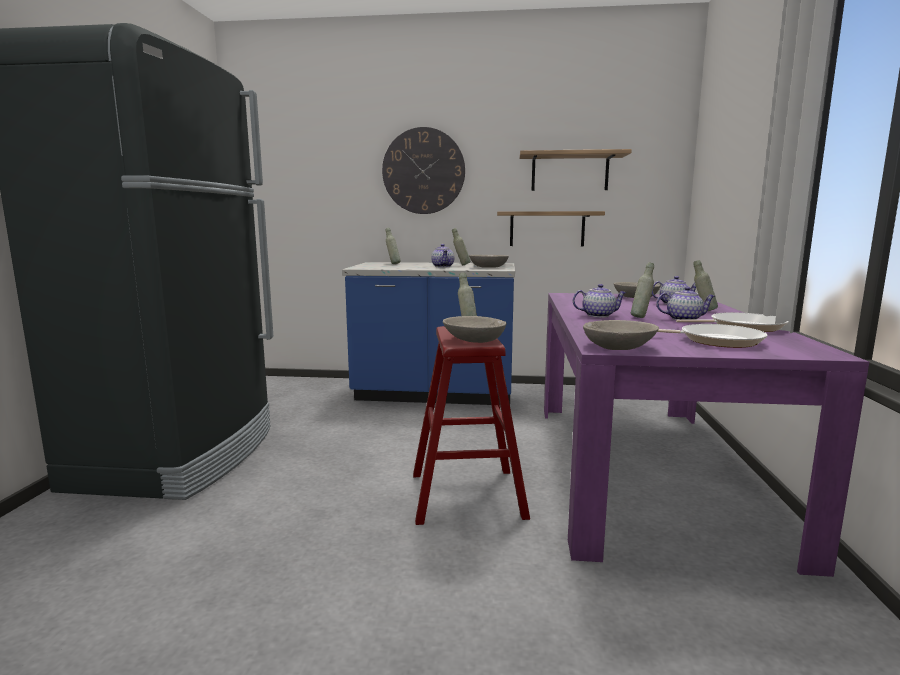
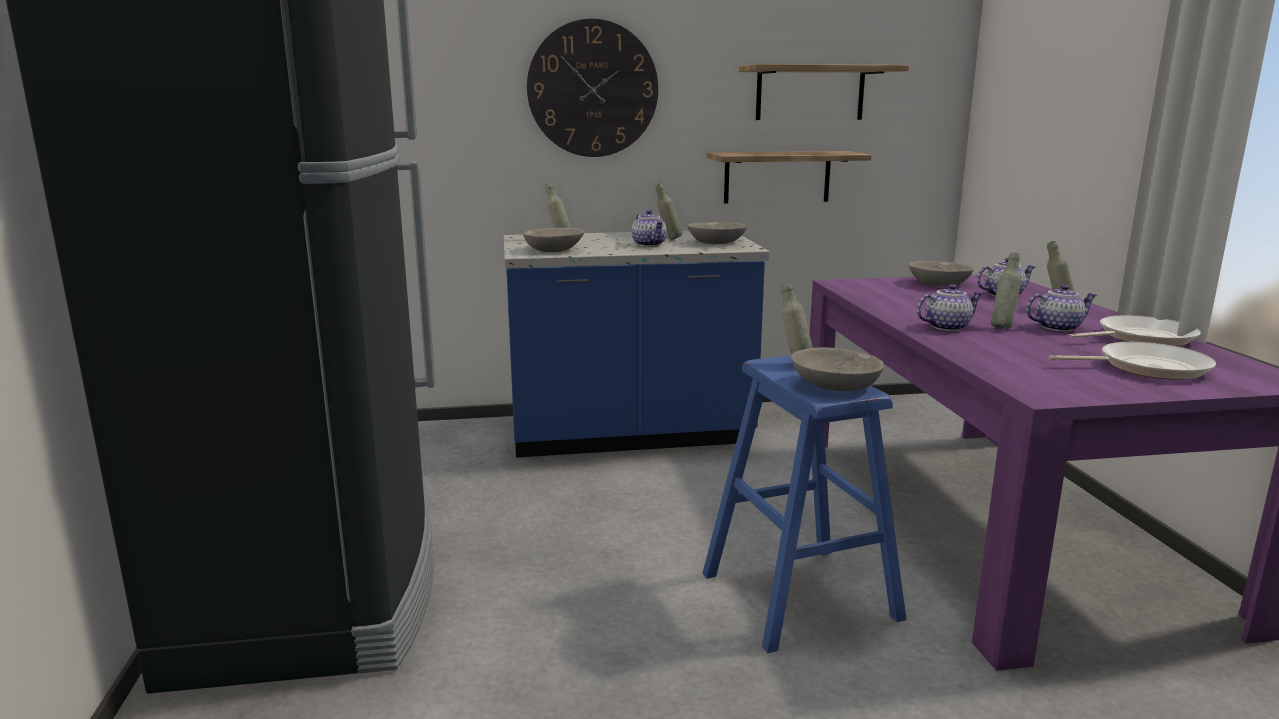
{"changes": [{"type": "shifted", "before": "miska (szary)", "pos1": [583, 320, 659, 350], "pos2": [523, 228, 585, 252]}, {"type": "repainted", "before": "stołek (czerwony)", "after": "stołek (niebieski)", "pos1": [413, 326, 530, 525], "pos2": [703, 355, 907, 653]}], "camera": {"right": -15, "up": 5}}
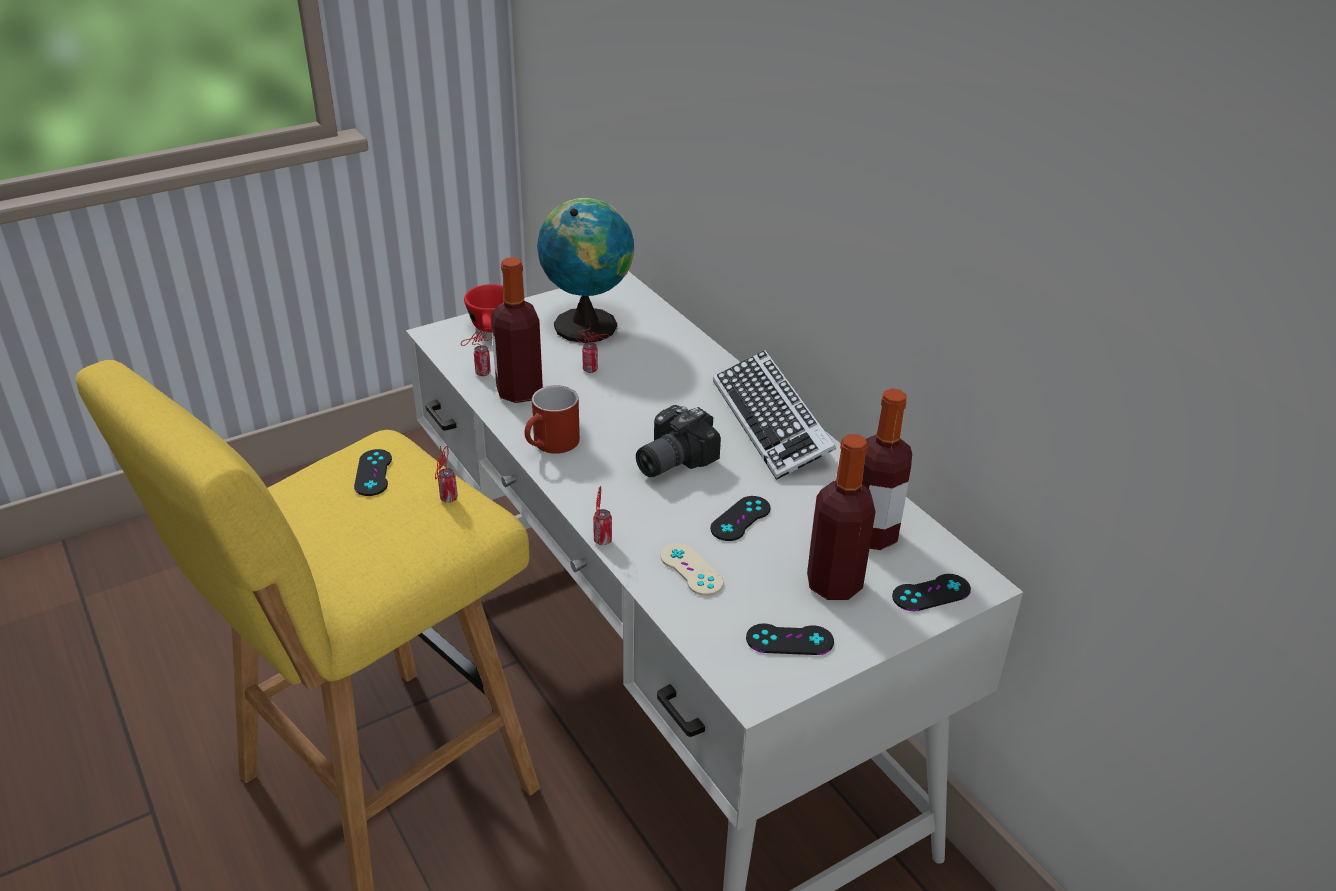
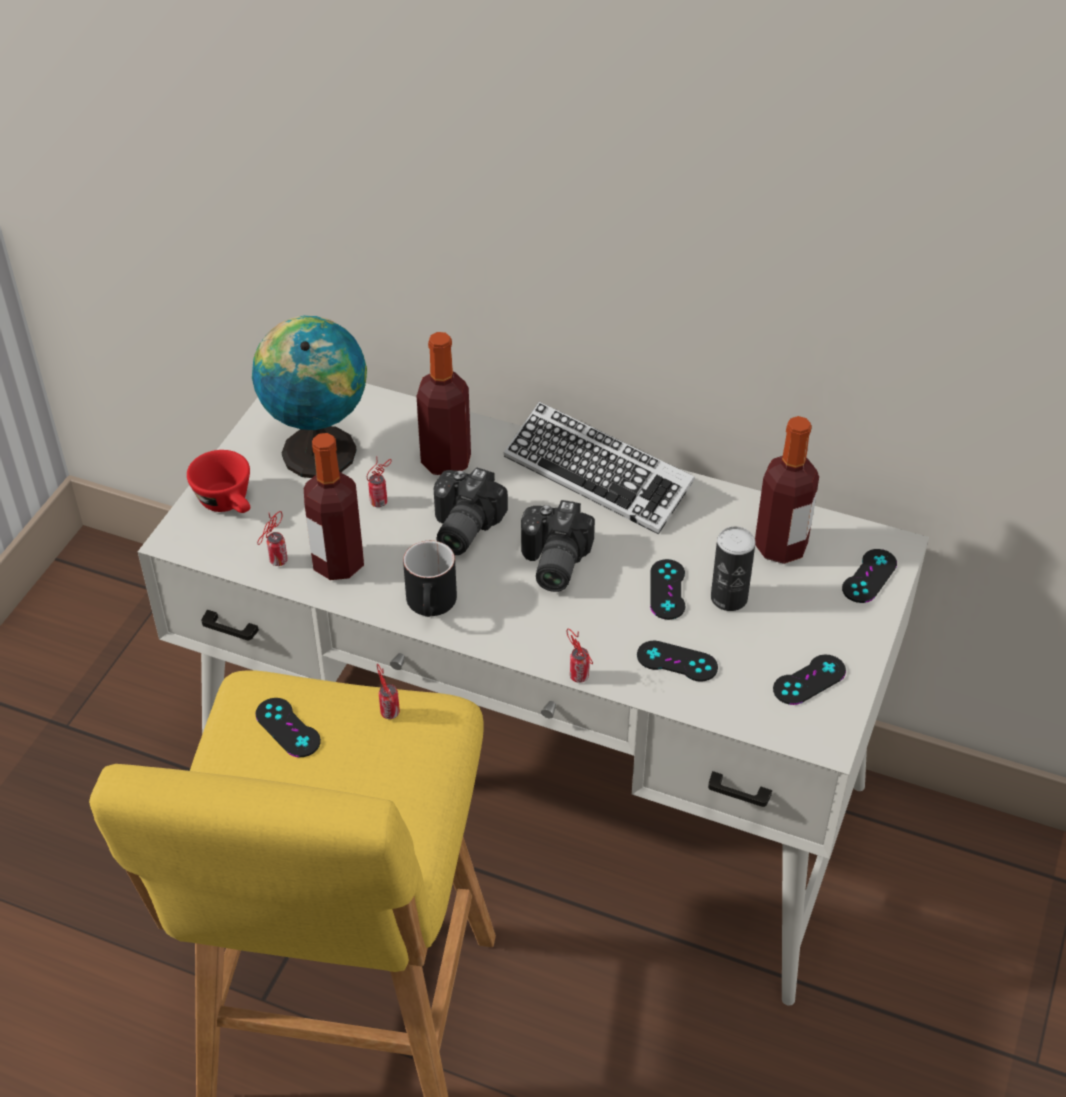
{"changes": [{"type": "new", "after": "aparat fotograficzny", "pos2": [434, 468, 508, 555]}, {"type": "new", "after": "puszka", "pos2": [711, 526, 756, 611]}, {"type": "shifted", "before": "butelka", "pos1": [807, 434, 875, 600], "pos2": [416, 332, 471, 475]}, {"type": "repainted", "before": "kubek (czerwony)", "after": "kubek (czarny)", "pos1": [524, 385, 580, 454], "pos2": [403, 541, 457, 617]}, {"type": "repainted", "before": "pad do gier (beżowy)", "after": "pad do gier (czarny)", "pos1": [661, 543, 724, 596], "pos2": [637, 640, 718, 682]}], "camera": {"right": -35, "up": 10}}
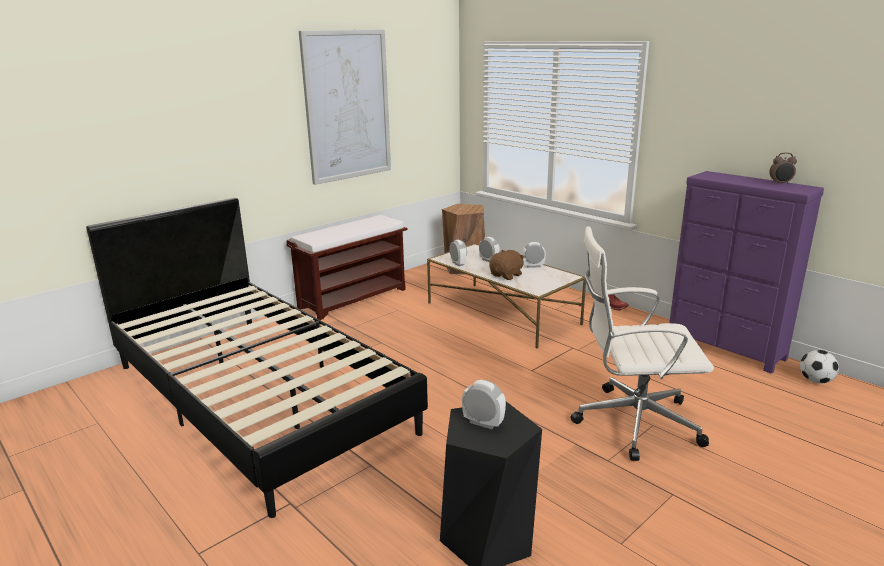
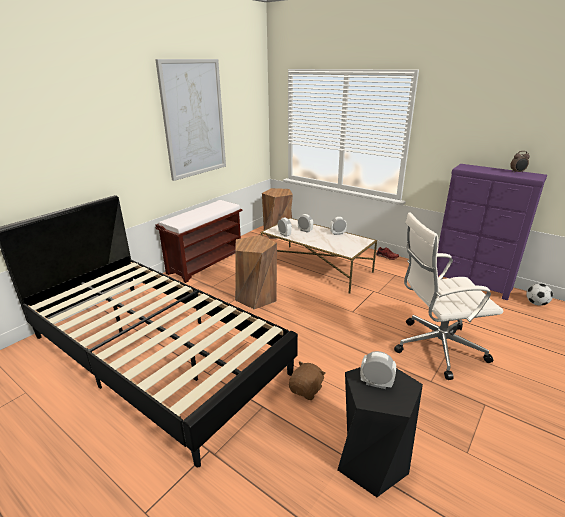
{"changes": [{"type": "new", "after": "stołek (brązowy)", "pos2": [235, 235, 277, 309]}, {"type": "shifted", "before": "pluszak (brązowy)", "pos1": [489, 250, 525, 280], "pos2": [289, 361, 326, 400]}], "camera": {"right": -10, "up": 5}}
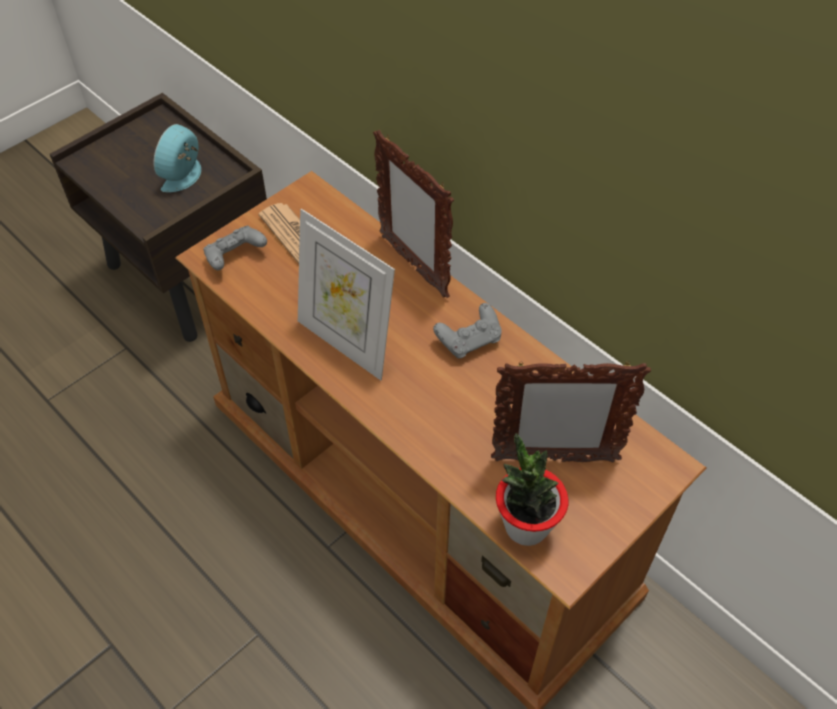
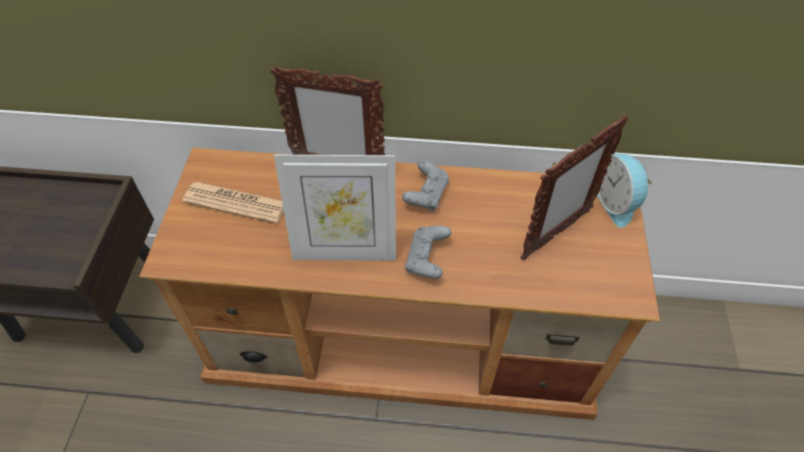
{"changes": [{"type": "gone", "before": "roślina doniczkowa", "pos1": [496, 433, 568, 546]}, {"type": "shifted", "before": "budzik", "pos1": [154, 124, 201, 192], "pos2": [597, 154, 652, 228]}, {"type": "shifted", "before": "pad do gier (szary)", "pos1": [203, 226, 267, 270], "pos2": [405, 226, 451, 279]}], "camera": {"right": -40, "up": 0}}
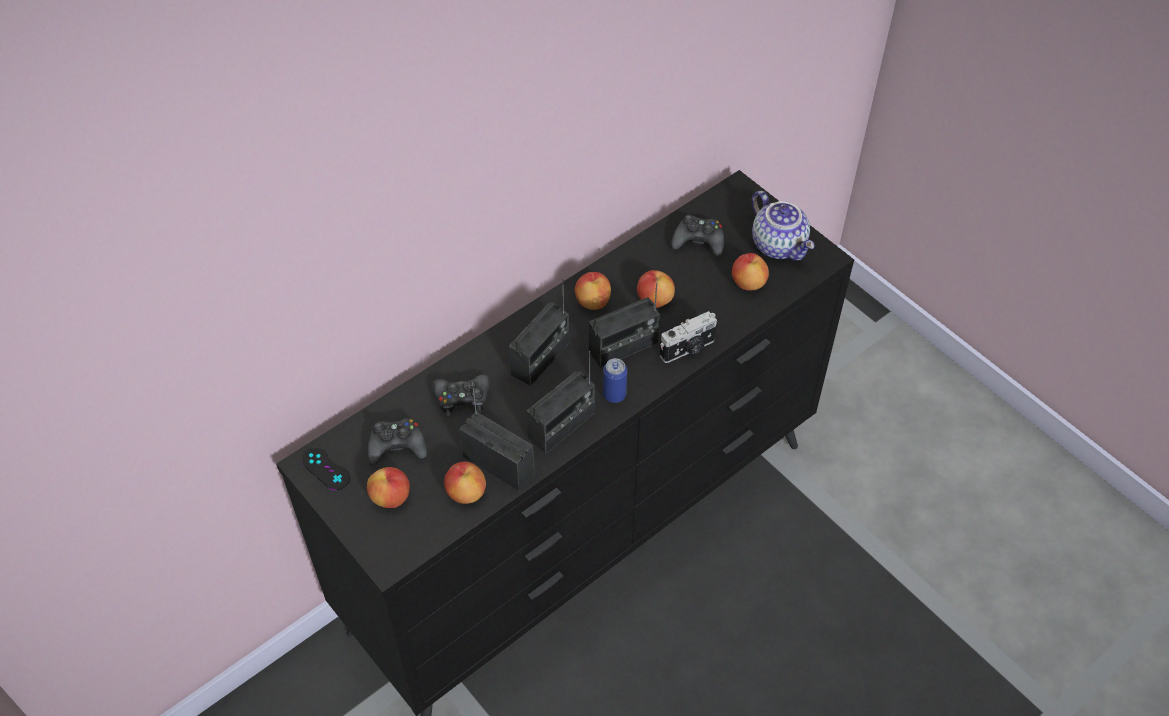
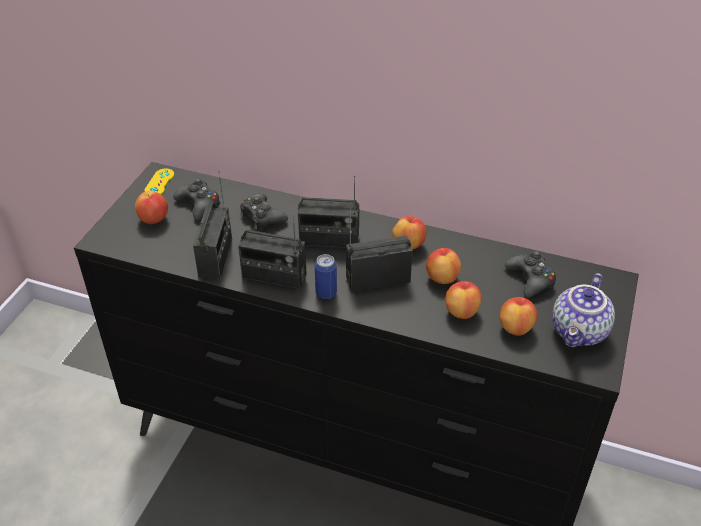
{"changes": [{"type": "gone", "before": "aparat fotograficzny", "pos1": [660, 311, 717, 363]}, {"type": "shifted", "before": "jabłko", "pos1": [444, 462, 486, 504], "pos2": [446, 281, 482, 319]}, {"type": "repainted", "before": "pad do gier (czarny)", "after": "pad do gier (żółty)", "pos1": [302, 448, 350, 490], "pos2": [144, 168, 174, 194]}, {"type": "rotated", "before": "radio", "pos1": [589, 278, 660, 368], "pos2": [346, 207, 413, 292], "turn": 135}], "camera": {"right": 60, "up": -10}}
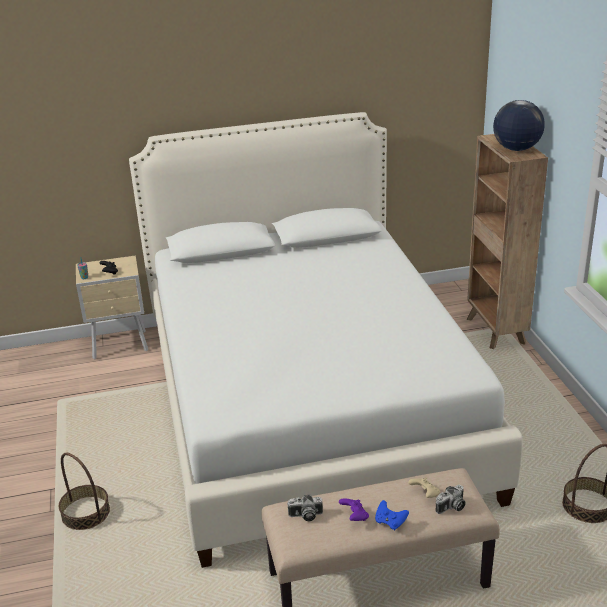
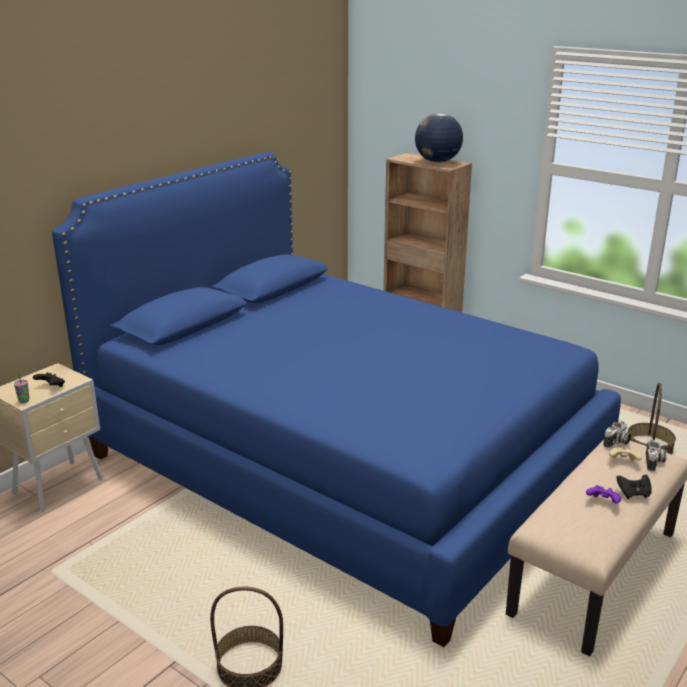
{"changes": [{"type": "shifted", "before": "aparat fotograficzny", "pos1": [287, 495, 323, 521], "pos2": [603, 421, 631, 448]}, {"type": "repainted", "before": "łóżko (biały)", "after": "łóżko (niebieski)", "pos1": [129, 112, 522, 568], "pos2": [52, 152, 621, 647]}, {"type": "repainted", "before": "pad do gier (niebieski)", "after": "pad do gier (czarny)", "pos1": [375, 500, 409, 530], "pos2": [616, 475, 652, 499]}], "camera": {"right": -40, "up": -5}}
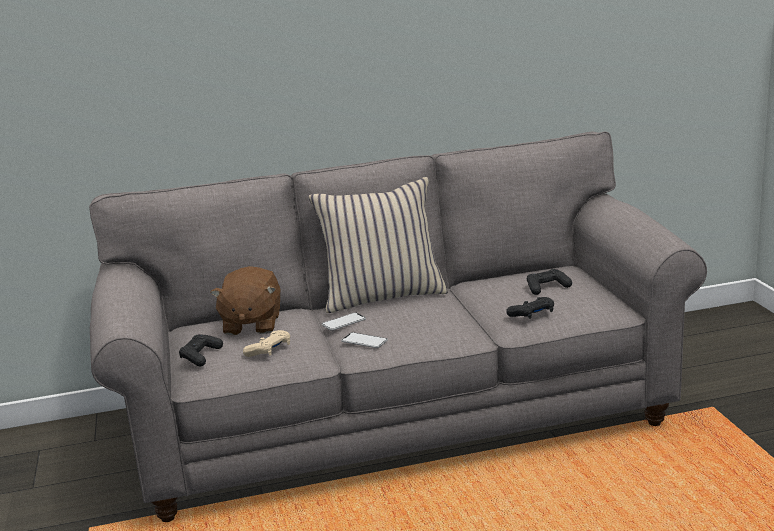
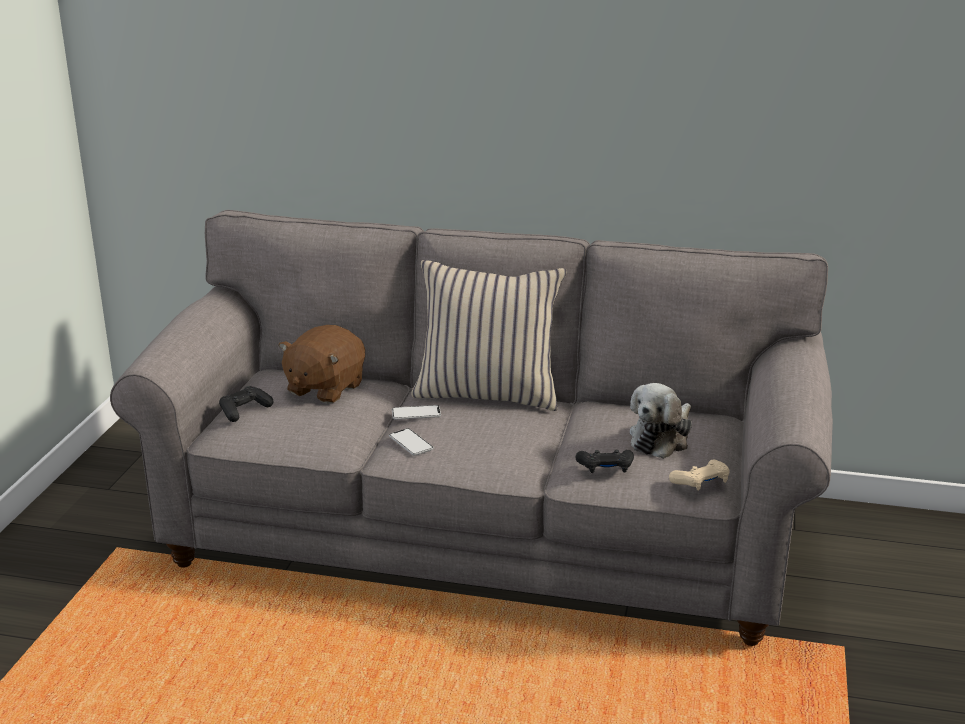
{"changes": [{"type": "shifted", "before": "pad do gier (beżowy)", "pos1": [243, 330, 290, 357], "pos2": [669, 459, 730, 491]}, {"type": "swapped", "before": "pad do gier (czarny)", "after": "pluszak", "pos1": [527, 269, 572, 295], "pos2": [630, 383, 692, 459]}], "camera": {"right": 25, "up": 5}}
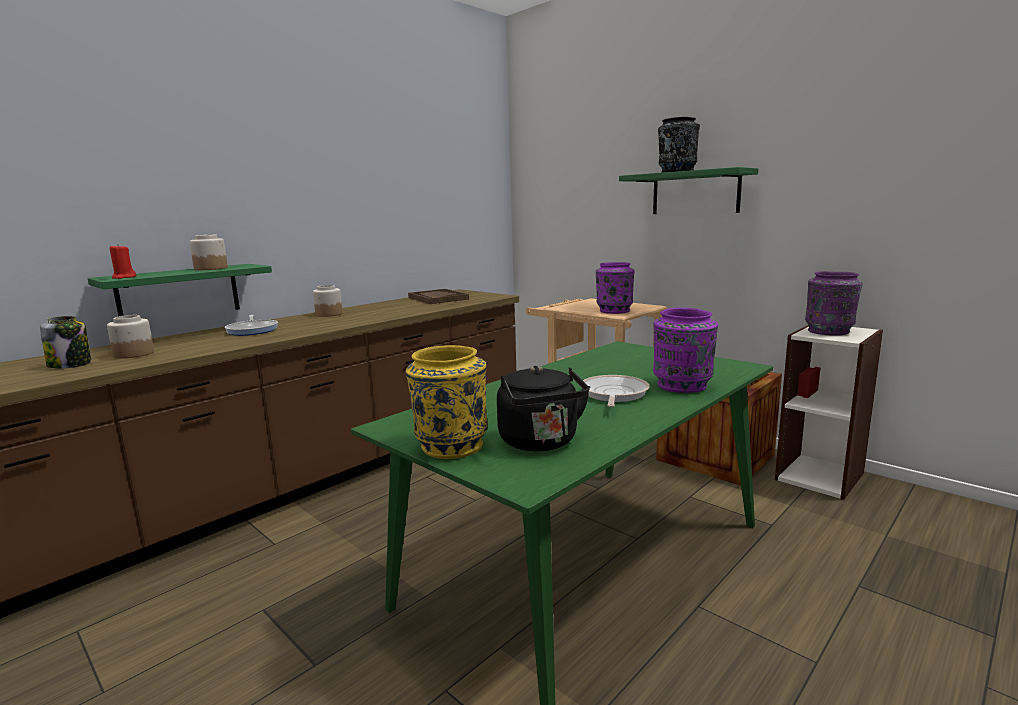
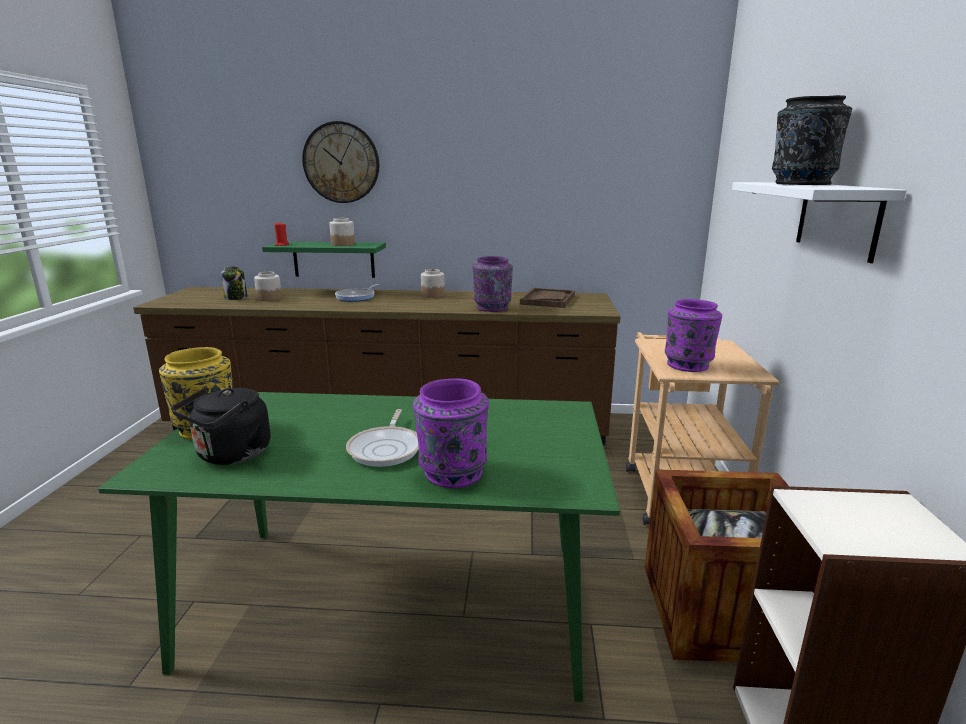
{"changes": [{"type": "new", "after": "zegar ścienny", "pos2": [302, 121, 379, 203]}, {"type": "shifted", "before": "wazon (fioletowy)", "pos1": [805, 271, 863, 336], "pos2": [473, 256, 513, 312]}, {"type": "repainted", "before": "półka (zielony)", "after": "półka (biały)", "pos1": [619, 167, 758, 214], "pos2": [732, 182, 907, 263]}, {"type": "rotated", "before": "patelnia", "pos1": [583, 375, 650, 407], "pos2": [346, 409, 419, 467], "turn": 120}], "camera": {"right": 50, "up": 5}}
